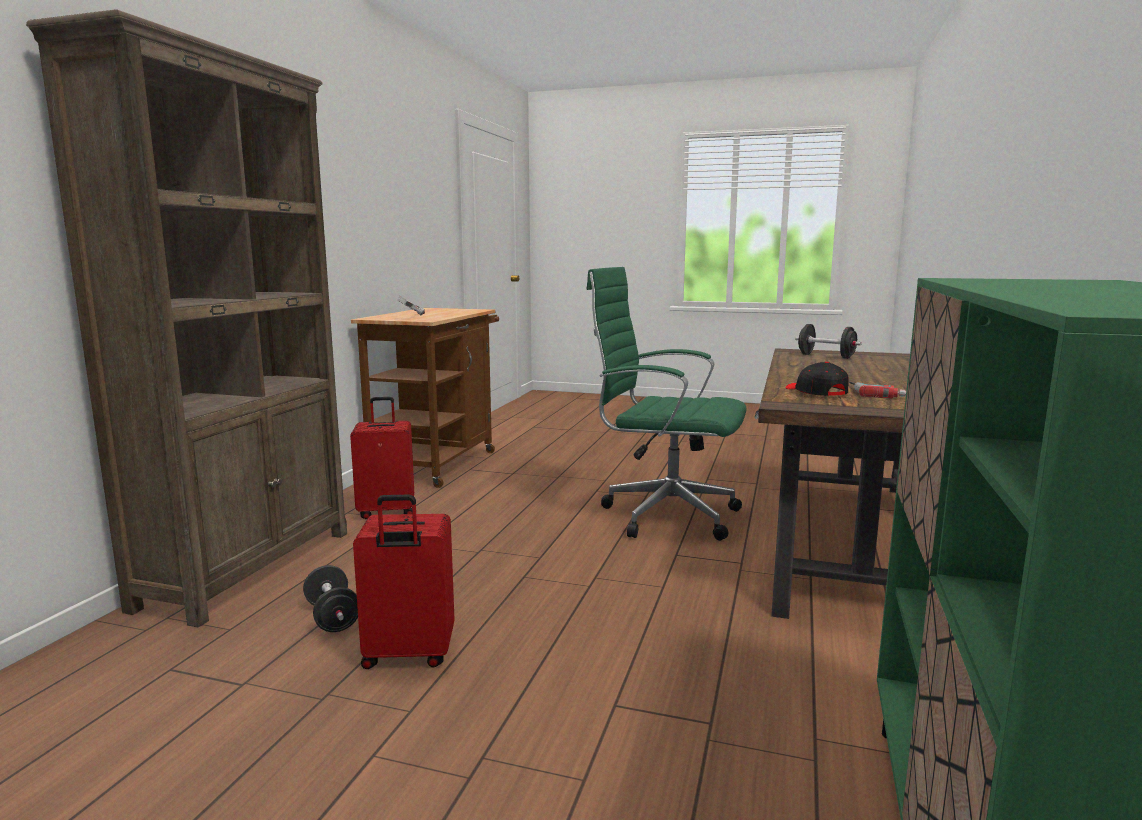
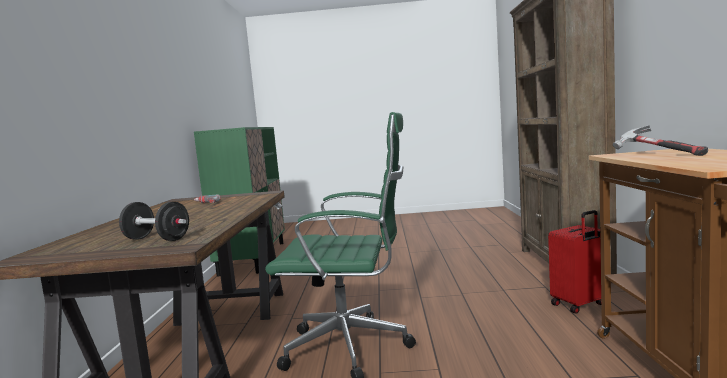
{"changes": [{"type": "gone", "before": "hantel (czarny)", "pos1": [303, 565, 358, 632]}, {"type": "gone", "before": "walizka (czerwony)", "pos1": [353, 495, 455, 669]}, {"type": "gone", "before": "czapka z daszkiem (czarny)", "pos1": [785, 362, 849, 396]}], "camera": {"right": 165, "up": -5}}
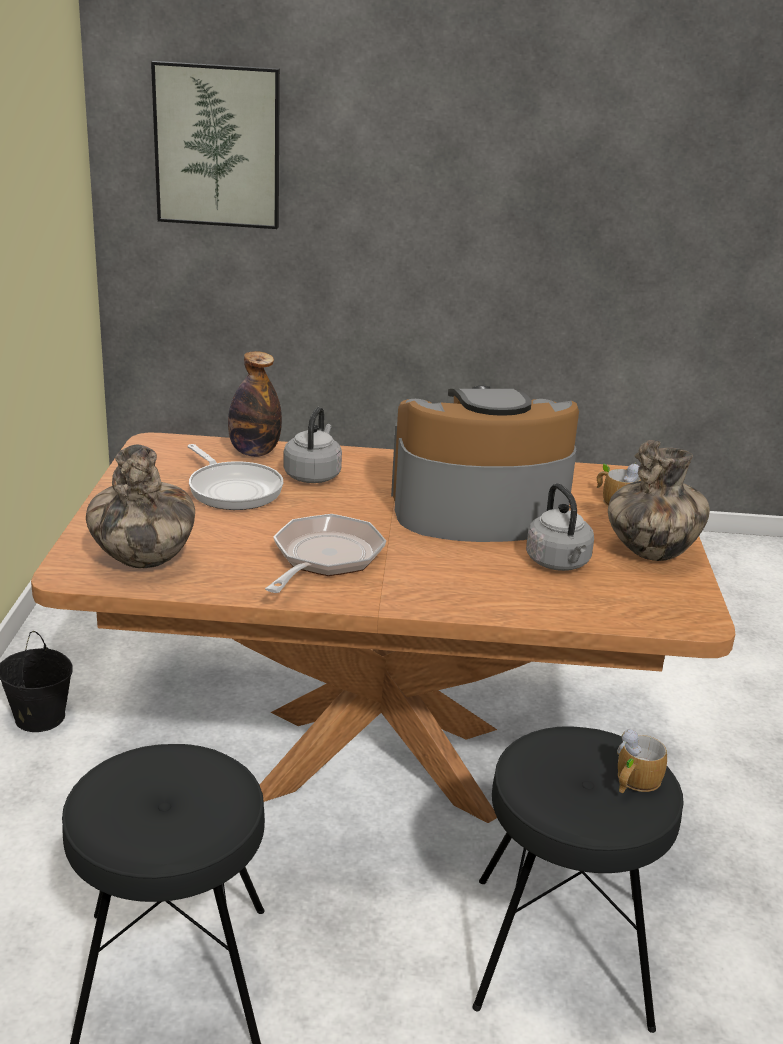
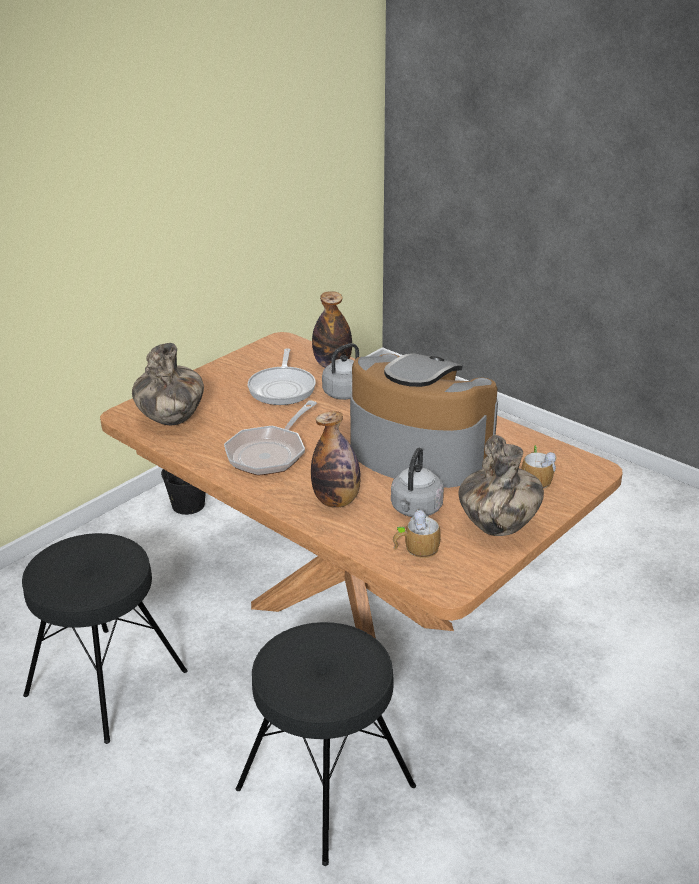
{"changes": [{"type": "gone", "before": "obraz", "pos1": [151, 61, 280, 229]}, {"type": "new", "after": "butelka", "pos2": [311, 411, 361, 508]}, {"type": "shifted", "before": "kubek", "pos1": [617, 729, 667, 793], "pos2": [393, 510, 440, 558]}, {"type": "rotated", "before": "patelnia", "pos1": [265, 514, 386, 593], "pos2": [224, 400, 317, 476], "turn": 150}], "camera": {"right": 40, "up": 5}}
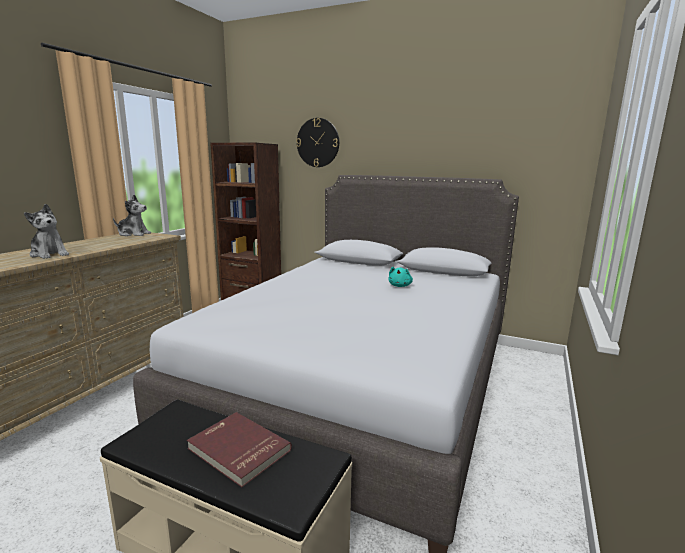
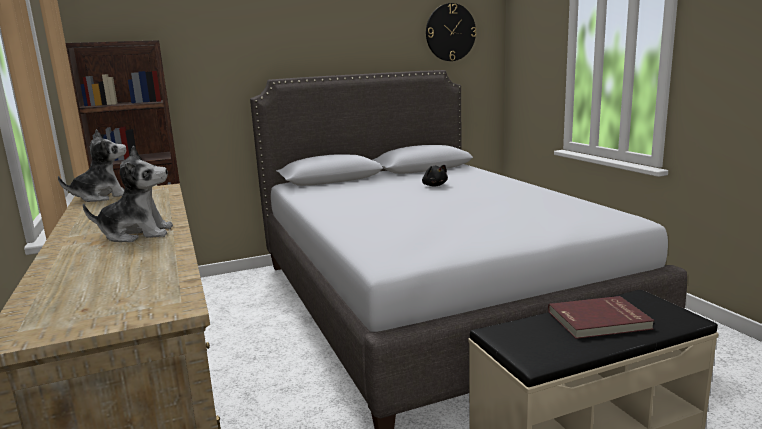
{"changes": [{"type": "shifted", "before": "zegar ścienny", "pos1": [296, 118, 339, 167], "pos2": [426, 3, 476, 61]}, {"type": "repainted", "before": "pluszak (turkusowy)", "after": "pluszak (czarny)", "pos1": [388, 267, 413, 287], "pos2": [422, 165, 448, 186]}], "camera": {"right": -45, "up": 0}}
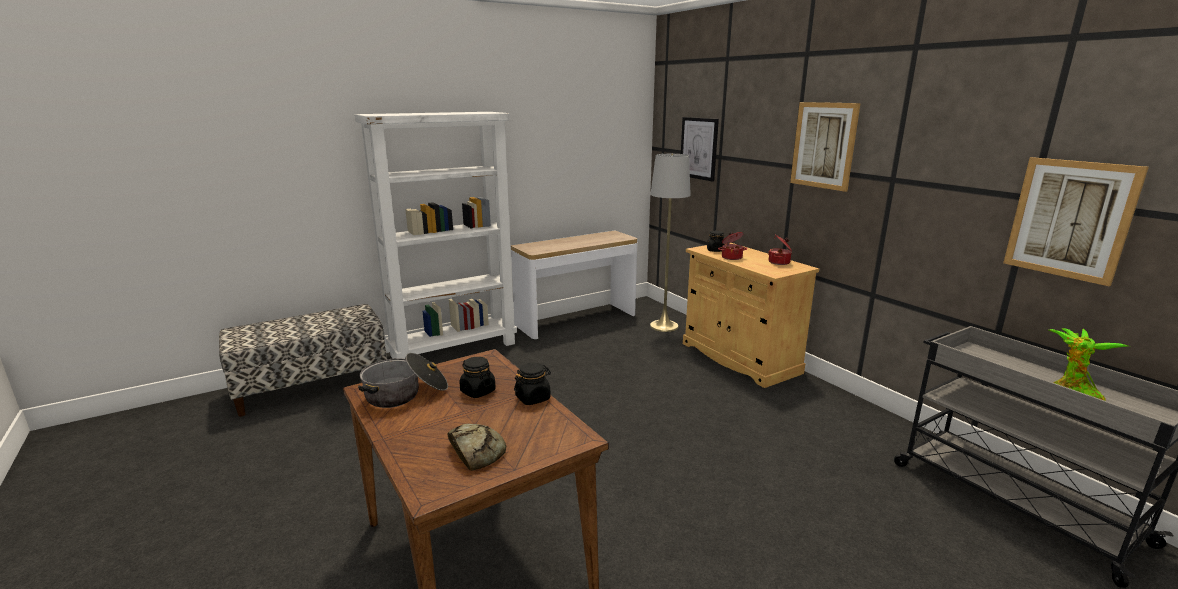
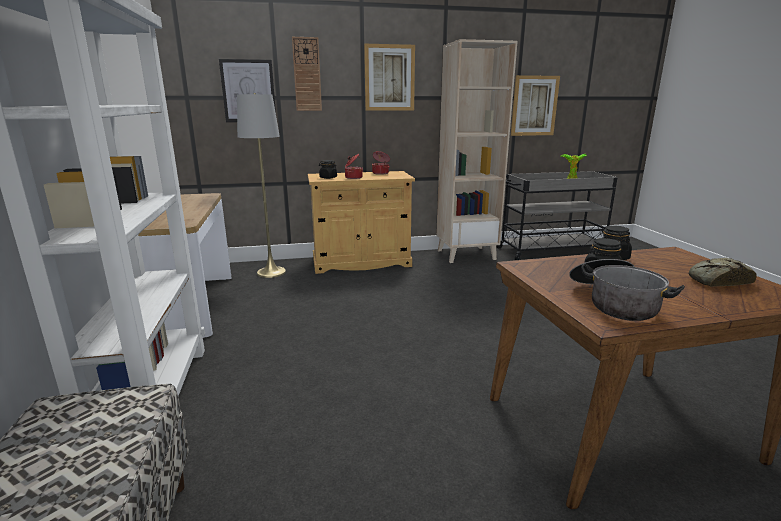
{"changes": [{"type": "new", "after": "zegar ścienny", "pos2": [292, 37, 322, 111]}, {"type": "new", "after": "regał (beżowy)", "pos2": [436, 39, 518, 263]}], "camera": {"right": -70, "up": 0}}
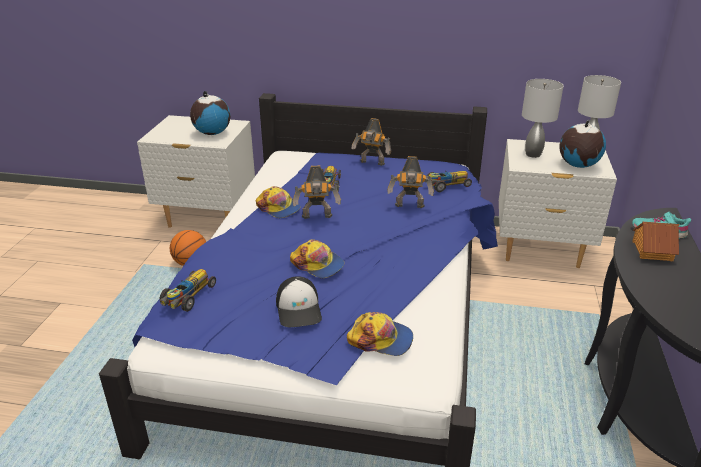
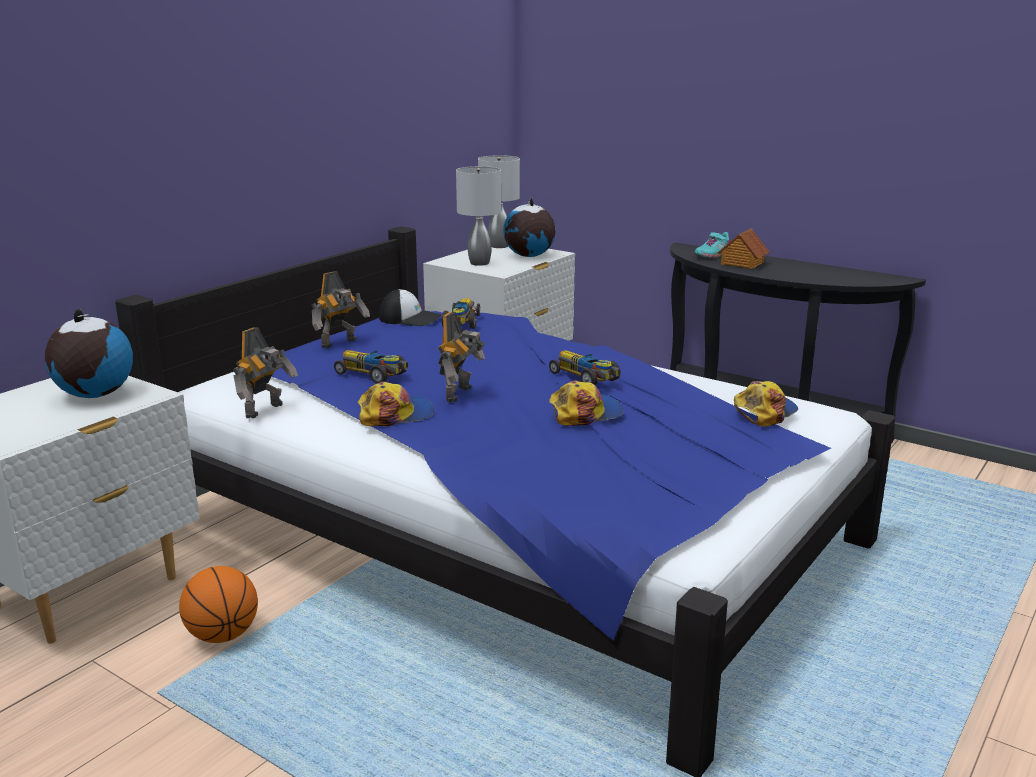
{"changes": [{"type": "shifted", "before": "samochodzik", "pos1": [160, 269, 216, 312], "pos2": [549, 350, 621, 386]}, {"type": "shifted", "before": "czapka z daszkiem", "pos1": [276, 276, 322, 327], "pos2": [379, 289, 441, 326]}, {"type": "shifted", "before": "robot zabawkowy", "pos1": [387, 156, 434, 208], "pos2": [233, 328, 298, 418]}], "camera": {"right": -65, "up": -10}}
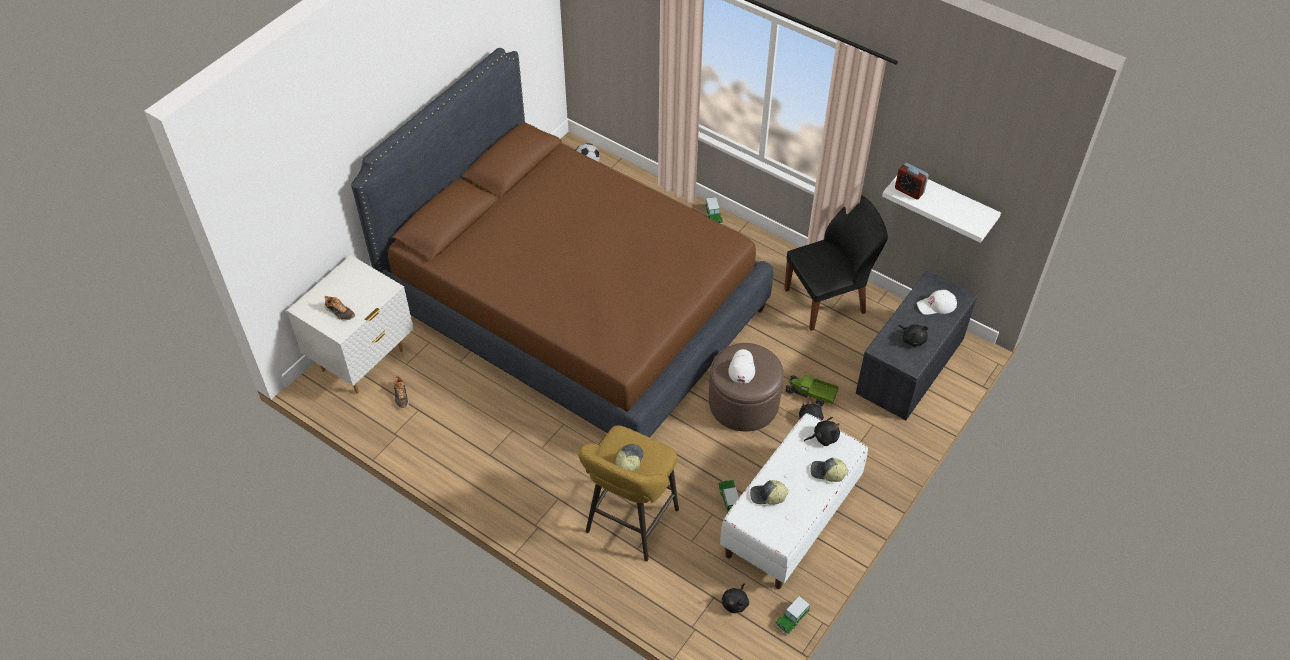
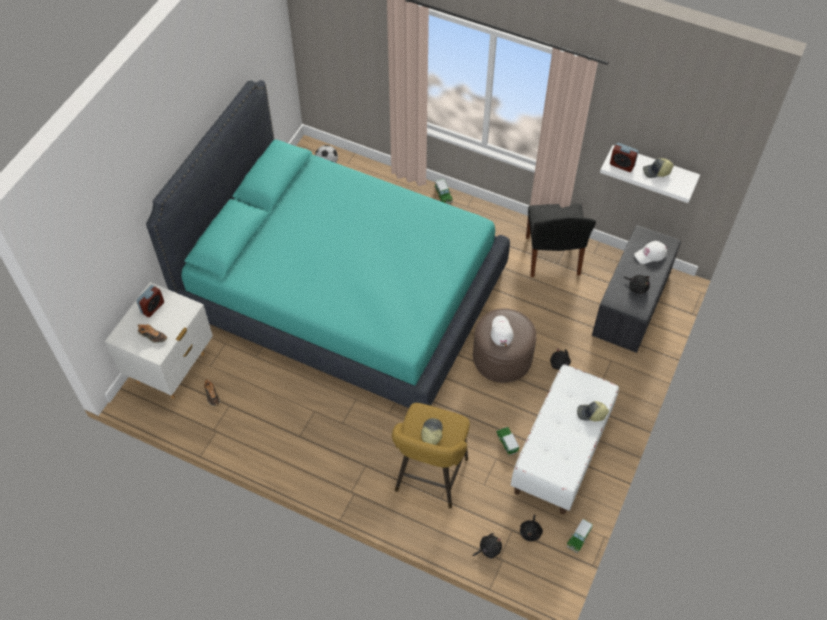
{"changes": [{"type": "gone", "before": "ciężarówka zabawkowa", "pos1": [786, 375, 839, 406]}, {"type": "new", "after": "budzik", "pos2": [136, 285, 164, 318]}, {"type": "shifted", "before": "czapka z daszkiem", "pos1": [750, 480, 789, 505], "pos2": [643, 158, 674, 178]}, {"type": "shifted", "before": "pluszak (czarny)", "pos1": [804, 417, 840, 446], "pos2": [472, 533, 502, 559]}, {"type": "repainted", "before": "łóżko (brązowy)", "after": "łóżko (turkusowy)", "pos1": [351, 48, 773, 438], "pos2": [146, 80, 510, 408]}, {"type": "rotated", "before": "krzesło (czarny)", "pos1": [784, 195, 888, 331], "pos2": [526, 204, 596, 277], "turn": 120}], "camera": {"right": -10, "up": 5}}
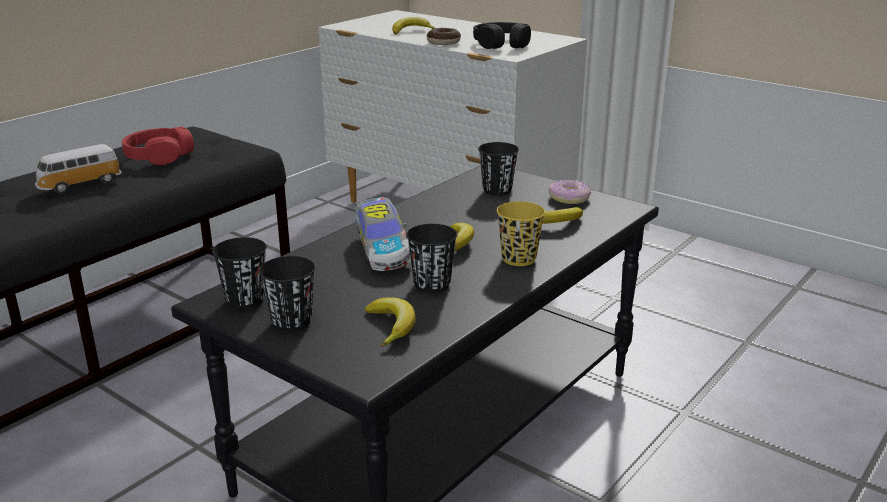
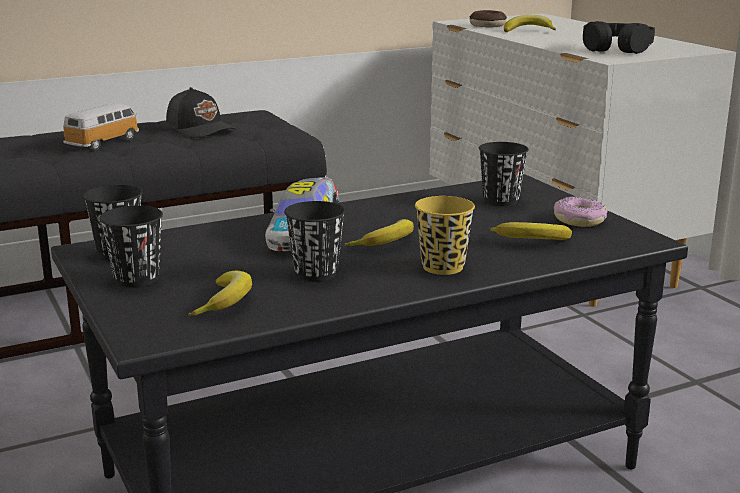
{"changes": [{"type": "shifted", "before": "donut", "pos1": [427, 28, 461, 45], "pos2": [470, 10, 507, 27]}, {"type": "swapped", "before": "słuchawki (czerwony)", "after": "czapka z daszkiem (czarny)", "pos1": [122, 127, 194, 165], "pos2": [166, 87, 236, 138]}, {"type": "rotated", "before": "samochodzik", "pos1": [35, 144, 122, 194], "pos2": [63, 103, 139, 151], "turn": 135}], "camera": {"right": 25, "up": -5}}
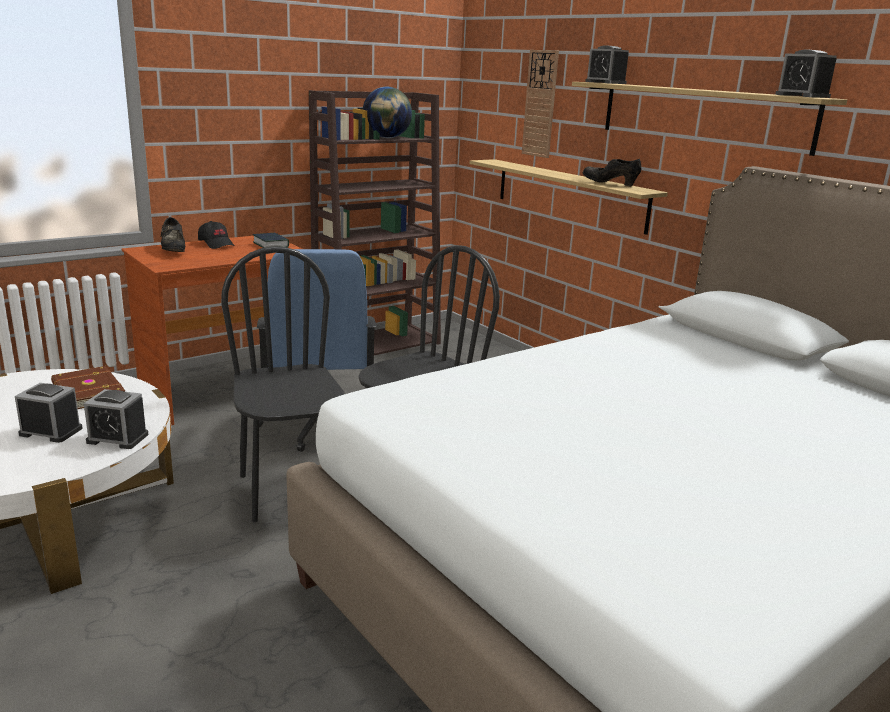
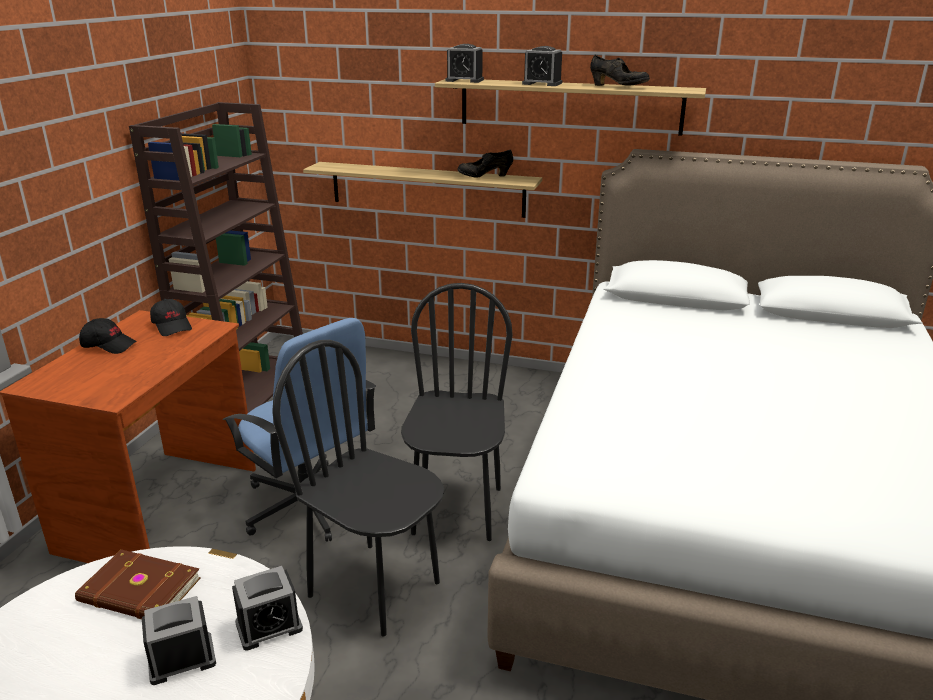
{"changes": [{"type": "gone", "before": "globus", "pos1": [363, 87, 412, 138]}, {"type": "gone", "before": "zegar ścienny", "pos1": [522, 50, 559, 158]}, {"type": "shifted", "before": "but (czarny)", "pos1": [161, 217, 185, 252], "pos2": [590, 54, 650, 86]}, {"type": "shifted", "before": "budzik", "pos1": [775, 49, 837, 98], "pos2": [522, 46, 562, 86]}, {"type": "swapped", "before": "książka", "after": "czapka z daszkiem (czarny)", "pos1": [253, 233, 289, 248], "pos2": [150, 299, 192, 336]}], "camera": {"right": -35, "up": 5}}
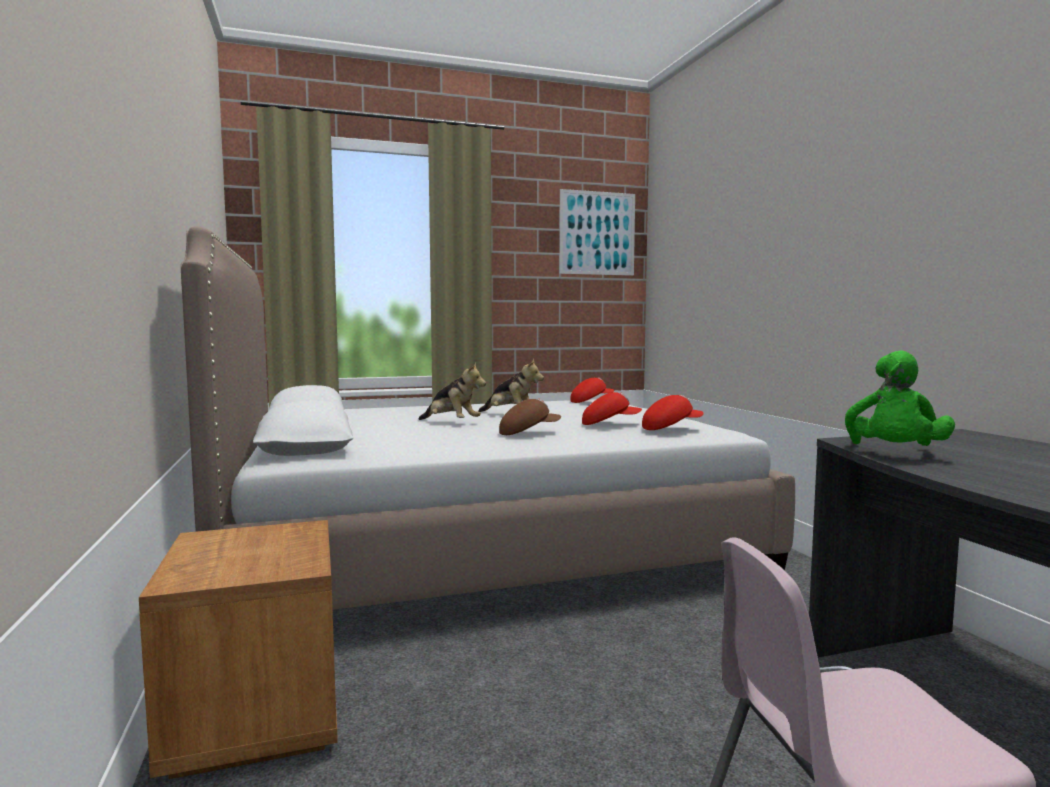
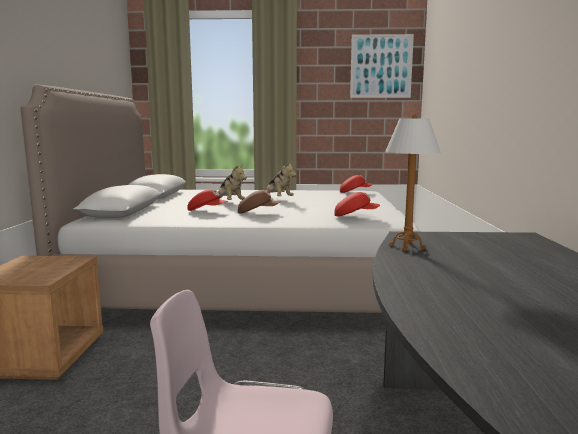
{"changes": [{"type": "shifted", "before": "czapka z daszkiem (czerwony)", "pos1": [582, 392, 642, 425], "pos2": [187, 189, 228, 211]}, {"type": "swapped", "before": "pluszak (zielony)", "after": "lampa stołowa", "pos1": [845, 351, 955, 446], "pos2": [385, 114, 441, 251]}], "camera": {"right": 20, "up": 5}}
